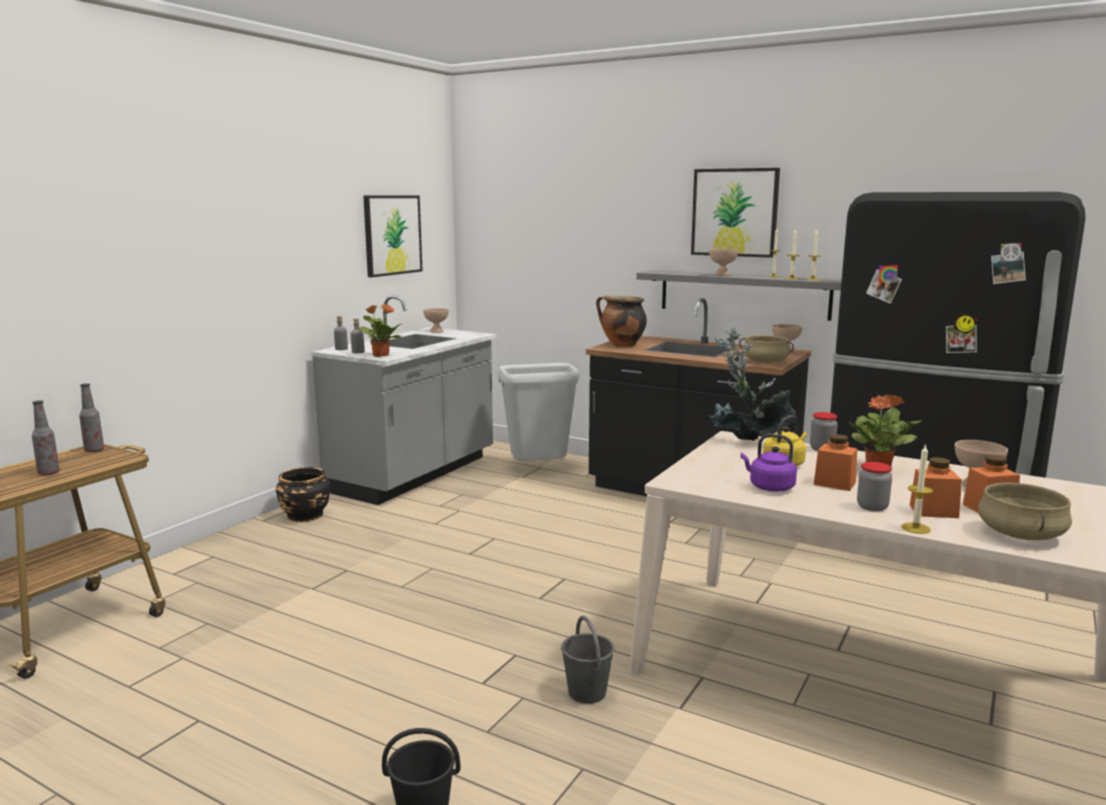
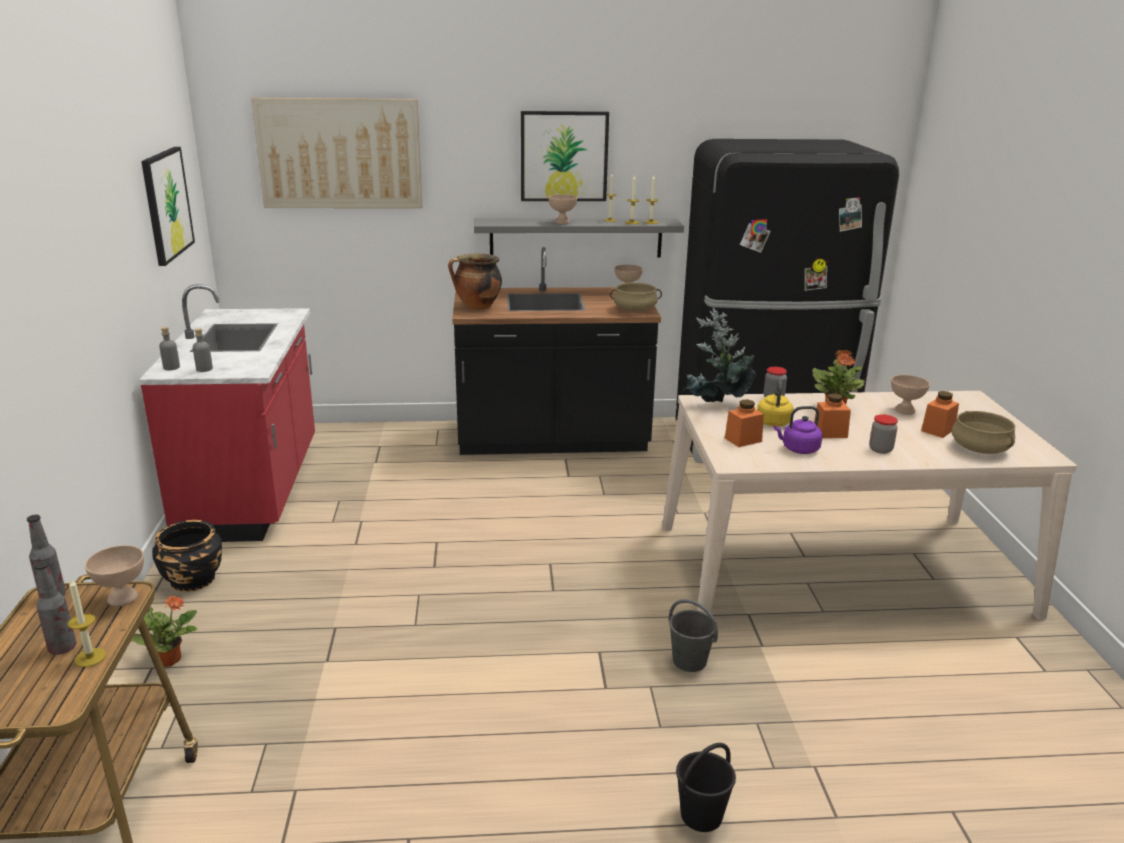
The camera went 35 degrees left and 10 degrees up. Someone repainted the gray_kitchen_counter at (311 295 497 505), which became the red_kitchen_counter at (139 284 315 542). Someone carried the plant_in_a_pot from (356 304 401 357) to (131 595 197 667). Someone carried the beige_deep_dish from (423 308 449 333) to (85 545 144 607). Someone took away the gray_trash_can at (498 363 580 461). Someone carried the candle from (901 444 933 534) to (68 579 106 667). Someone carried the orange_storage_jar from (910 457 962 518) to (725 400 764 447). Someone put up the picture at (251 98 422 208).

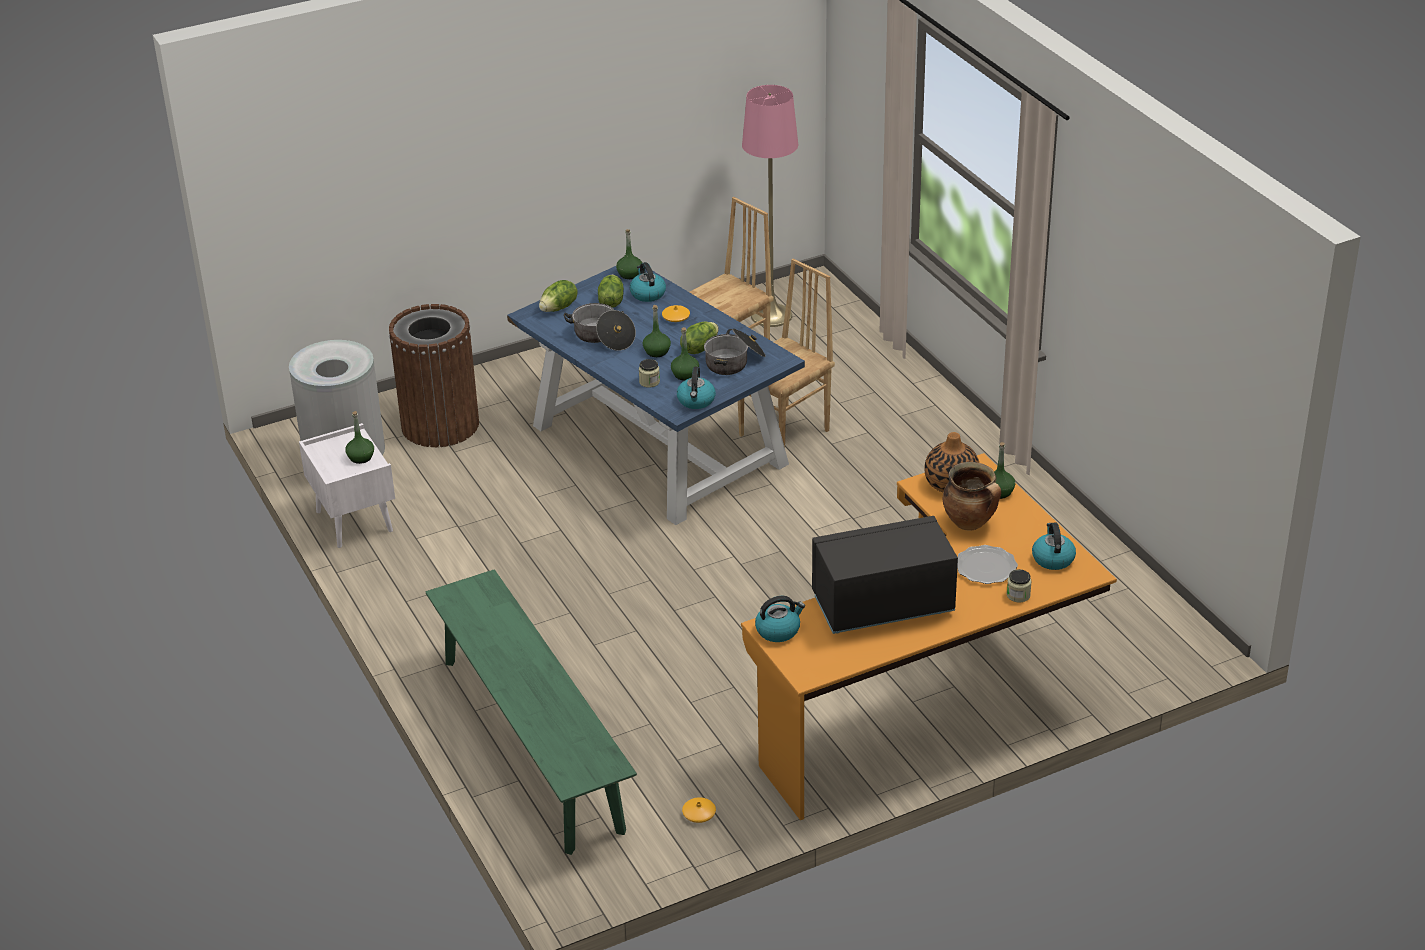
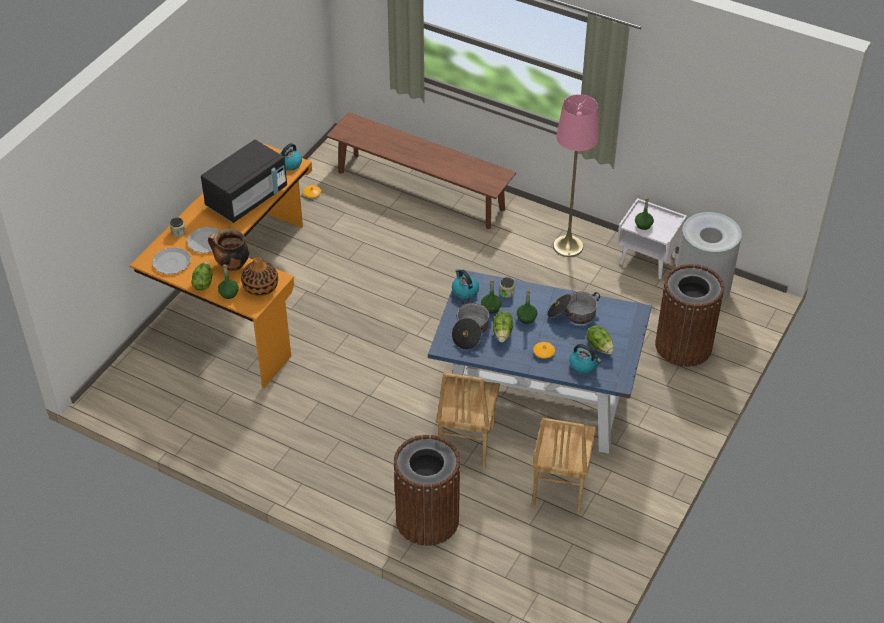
The camera went 145 degrees right and 10 degrees up. Someone repainted the green-coloured_indoor_bench at (426 569 637 855), which became the brownish_indoor_bench at (326 112 516 229). Someone carried the lettuce from (539 280 578 312) to (191 262 212 291). Someone took away the green-coloured_beverage_bottle at (616 229 642 279). Someone carried the pink_standard_lamp from (742 85 798 327) to (553 94 599 257). Someone swapped the kettle at (1032 523 1076 570) for the plate at (153 247 191 274). Someone put down the brownish_trash_can at (393 435 461 546).

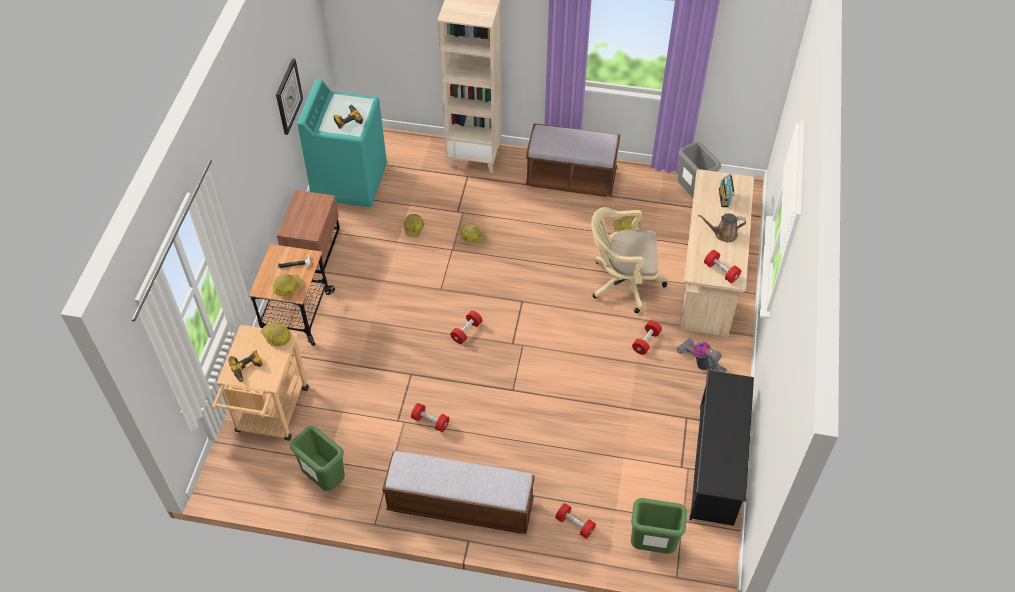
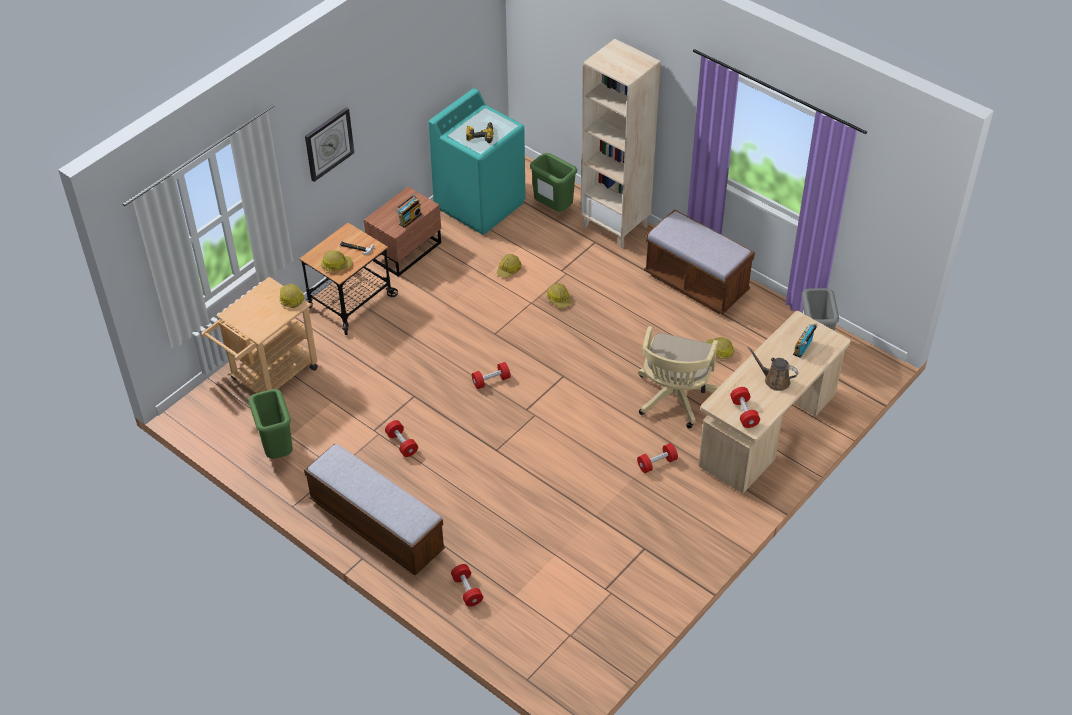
The camera went 30 degrees right and 5 degrees down. Someone took away the power_drill at (228 350 263 382). Someone carried the hanging_clock from (276 59 303 135) to (305 107 354 182). Someone rotated the beige_desk_chair at (591 207 667 313) by 105 degrees counterclockwise. Someone carried the green-coloured_trash_can from (631 498 687 554) to (530 153 577 212). Someone took away the vacuum_cleaner at (677 339 727 373). Someone took away the black_shoe_shelf at (689 370 754 526). Someone put down the radio at (395 194 422 228).

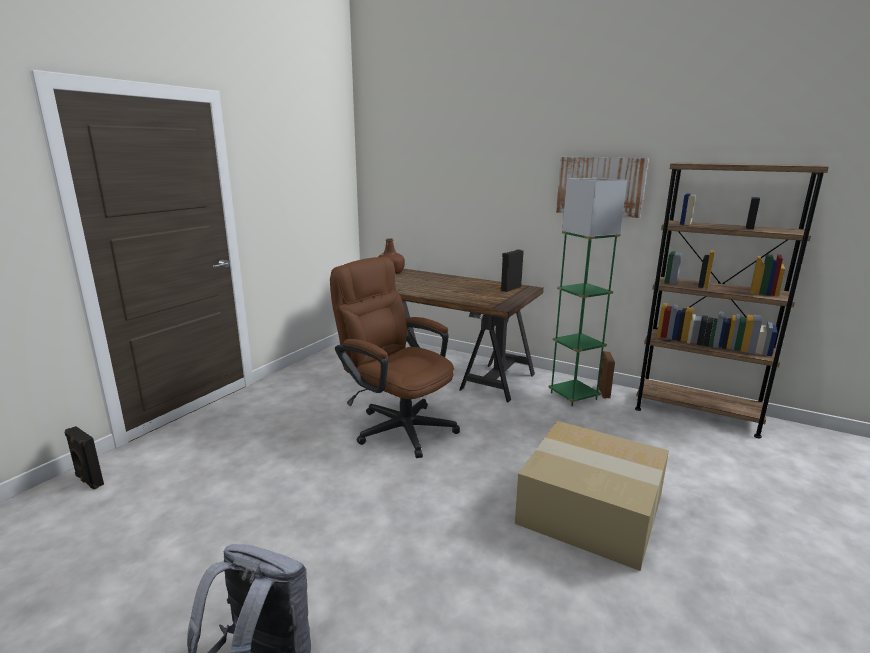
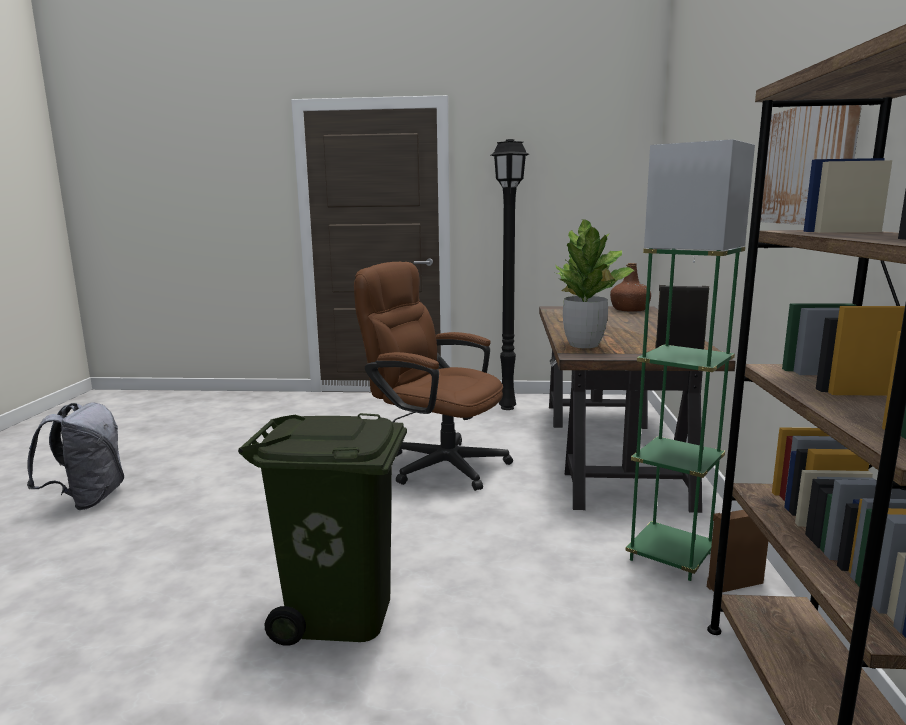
The camera went 65 degrees right and 5 degrees down. Someone took away the black_loudspeaker at (64 426 104 490). Someone rotated the brownish_desk_chair at (330 257 460 458) by 75 degrees counterclockwise. Someone swapped the carton at (515 421 669 571) for the green-coloured_trash_can at (238 413 407 646). Someone put down the black_standard_lamp at (491 139 529 410). Someone put down the plant_in_a_pot at (553 219 634 348).

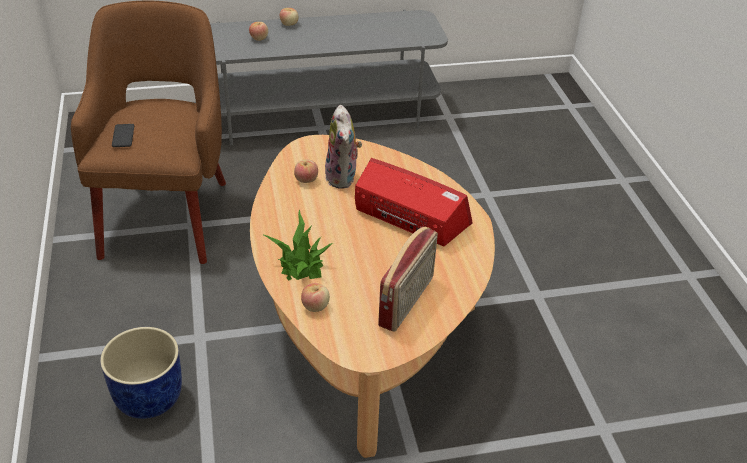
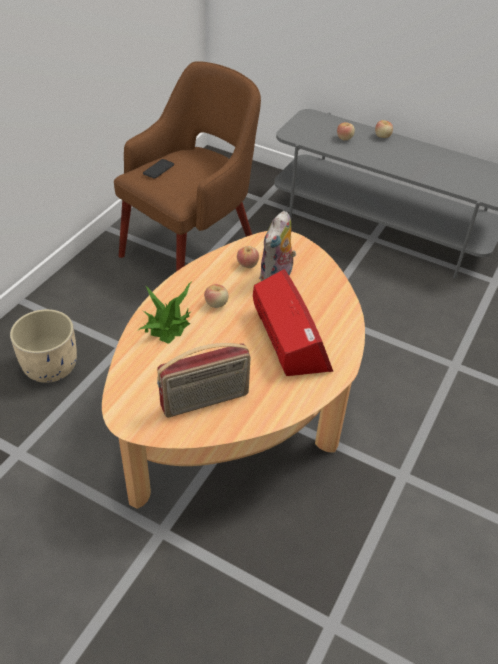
The camera went 40 degrees right and 5 degrees up. Someone repainted the blue_planter at (100 327 182 419), which became the beige_planter at (10 309 77 383). Someone carried the whole_apple from (301 283 330 312) to (204 284 228 308).

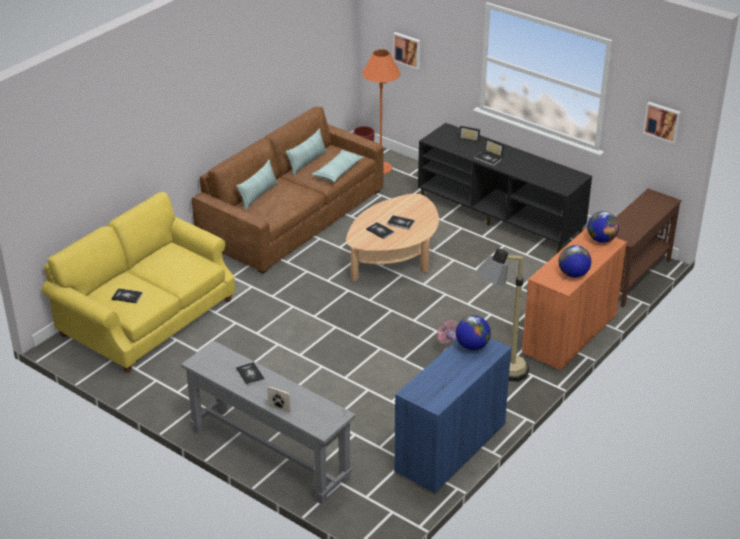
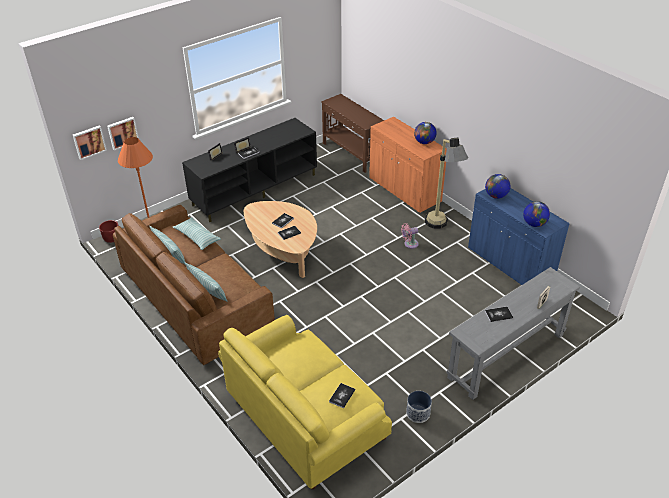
The camera went 75 degrees left and 5 degrees up. Someone carried the world_globe from (587 211 619 243) to (523 201 550 227). Someone carried the picture from (643 102 681 144) to (73 125 107 160). Someone put down the planter at (406 391 432 423).

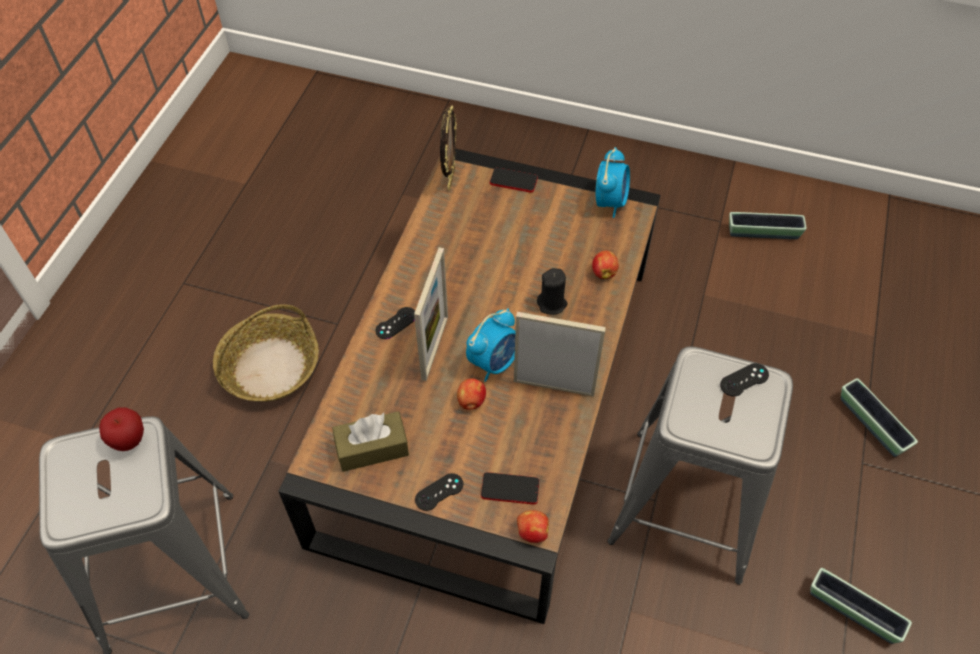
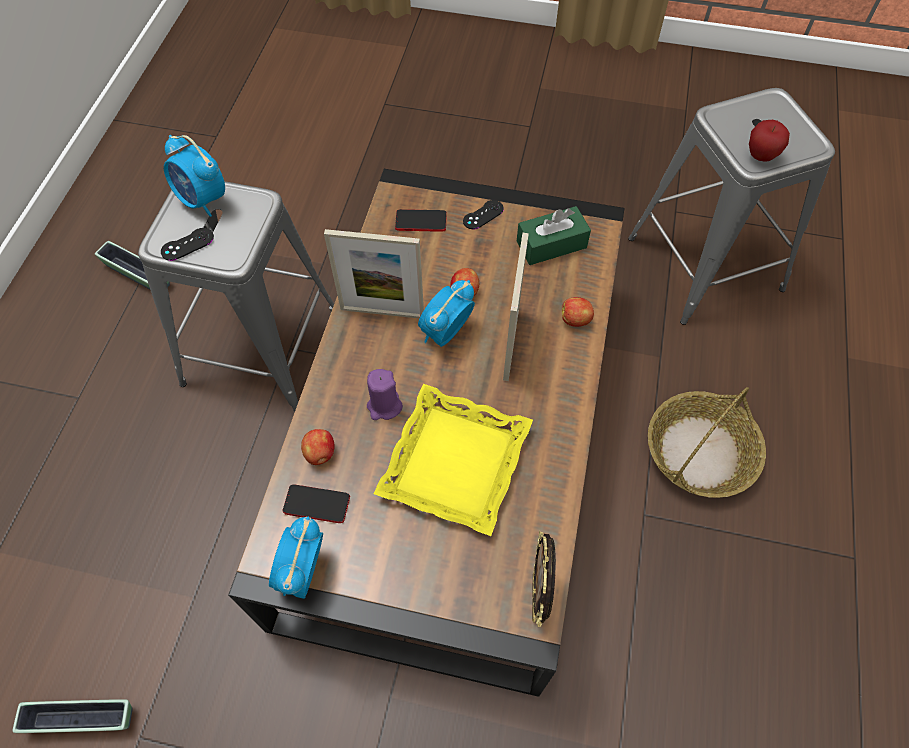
The camera went 175 degrees right and 5 degrees up. Someone repainted the brownish_tissue_box at (332 411 409 472), which became the green-coloured_tissue_box at (517 206 591 265). Someone took away the black_joypad at (375 307 415 339). Someone carried the telephone from (490 168 538 193) to (282 484 350 523). Someone carried the whole_apple from (517 510 549 543) to (562 297 594 327). Someone repainted the black_candle at (537 268 568 315), which became the purple_candle at (367 369 403 420). Someone took away the planter at (841 378 918 457). Someone put down the table_clock at (164 135 225 217). Someone put down the yellow-coloured_tray at (374 384 533 536).

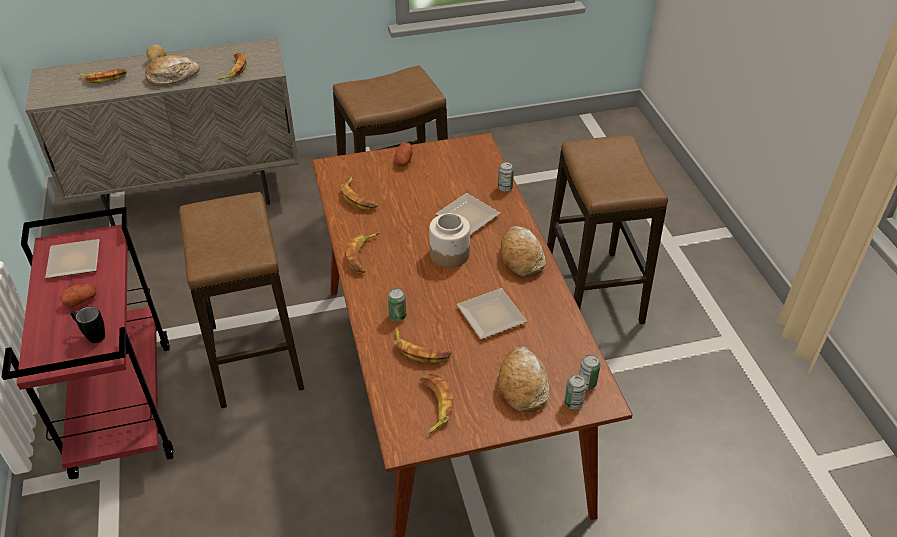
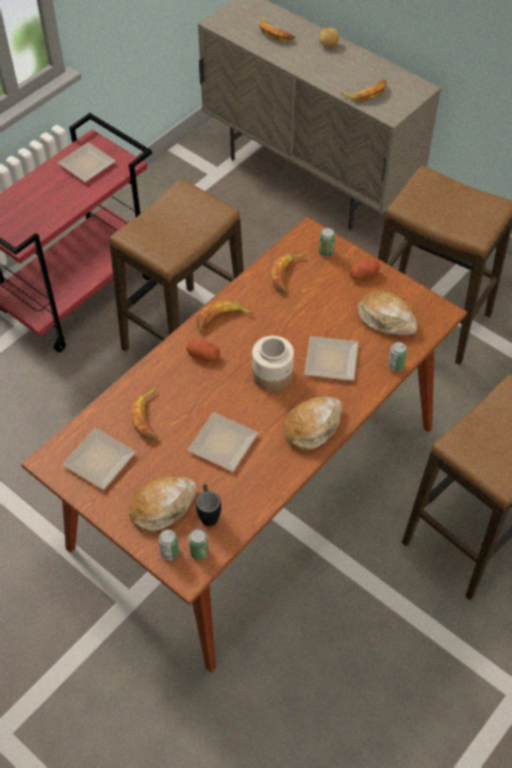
The camera went 55 degrees right and 10 degrees up. Someone carried the whole_potato from (60 284 96 307) to (186 339 220 361). Someone carried the black_tea_mug from (71 306 105 343) to (196 484 221 526). Someone carried the bakery_bread from (145 55 200 86) to (357 291 418 335). Someone carried the sealed_can from (388 288 406 321) to (319 228 335 257). Someone swapped the whole_banana at (420 374 453 434) for the plate at (62 428 136 490).

